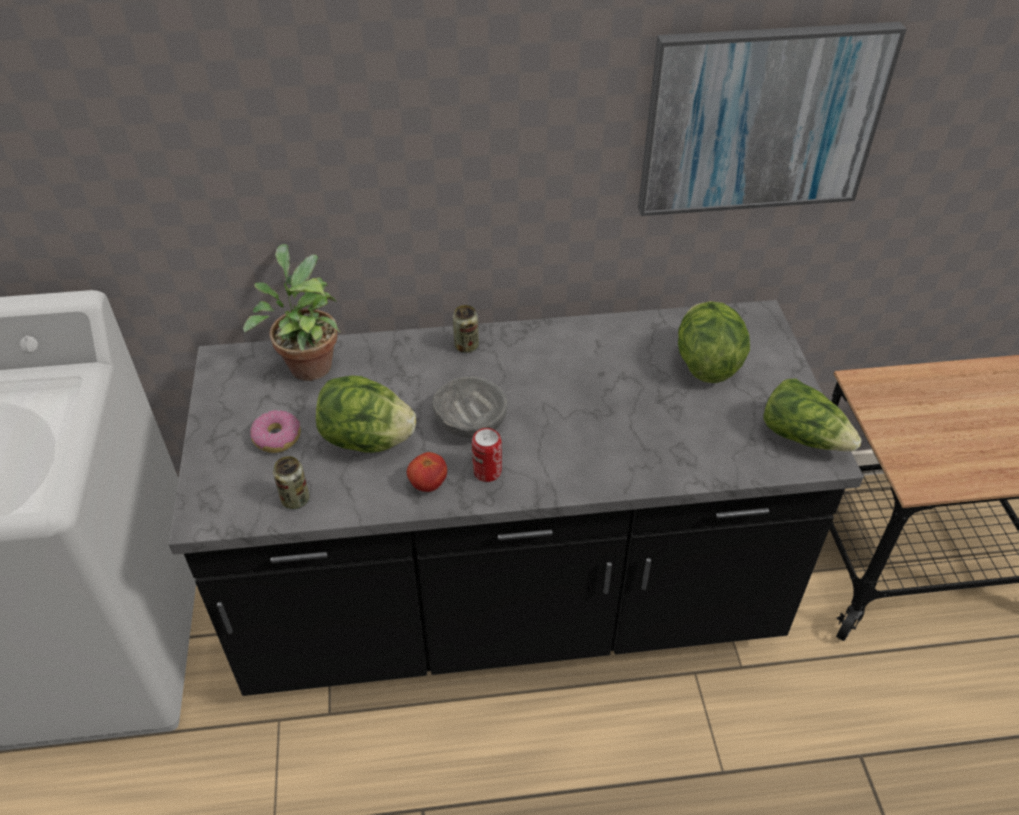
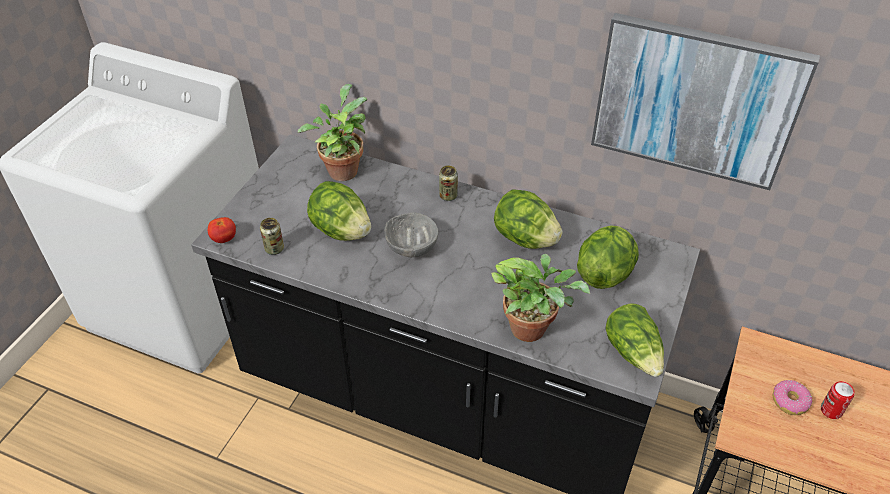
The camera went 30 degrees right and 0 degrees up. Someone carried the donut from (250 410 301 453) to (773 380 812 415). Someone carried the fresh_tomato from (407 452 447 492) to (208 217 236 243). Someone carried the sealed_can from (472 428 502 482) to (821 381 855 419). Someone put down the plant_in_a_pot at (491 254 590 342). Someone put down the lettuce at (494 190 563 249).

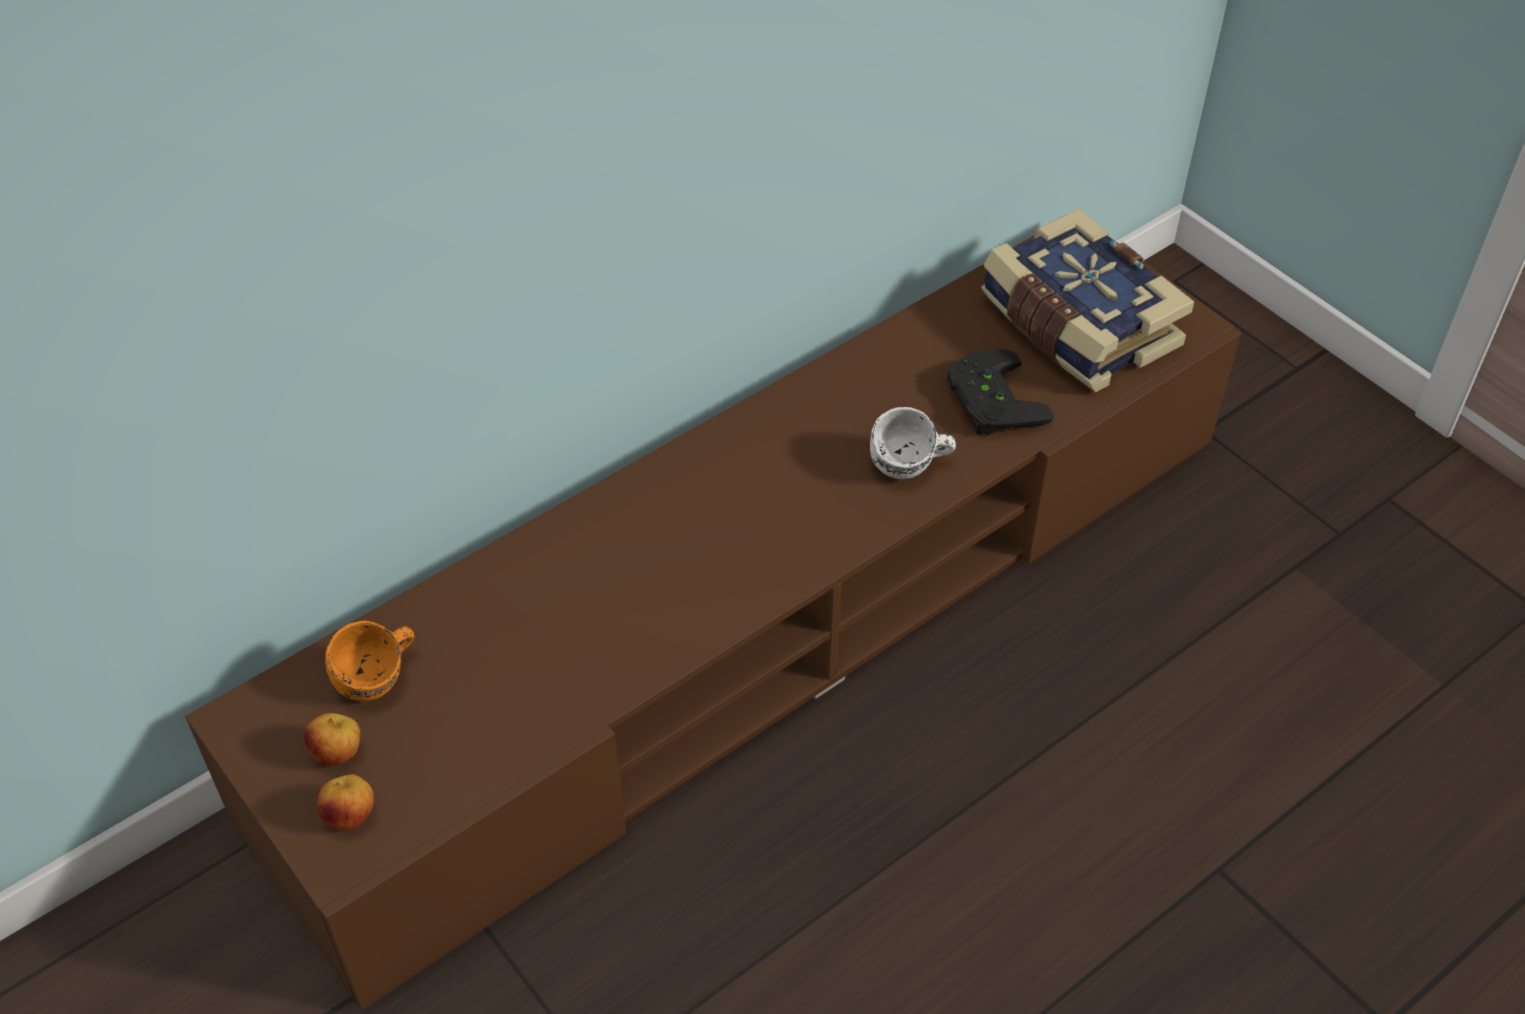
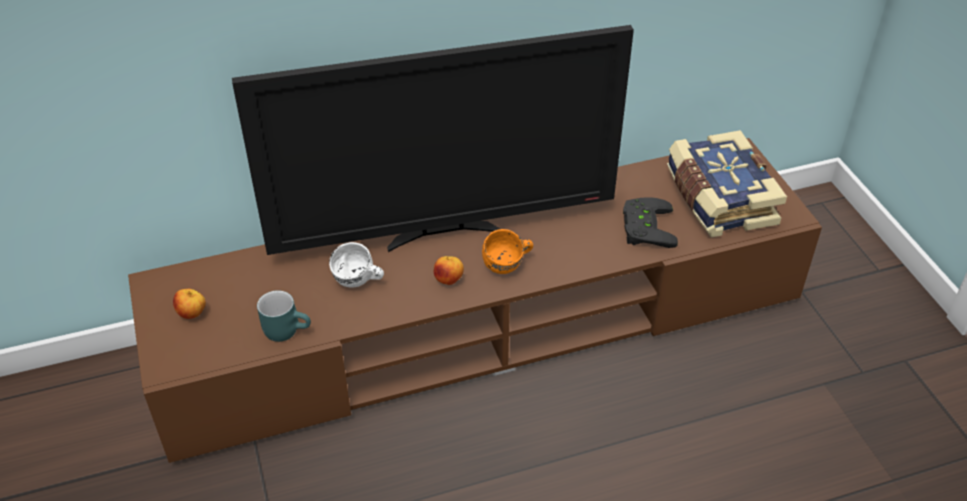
The camera went 20 degrees right and 5 degrees down. Someone carried the whole_apple from (317 774 374 830) to (434 256 464 285). Someone carried the orange_tea_mug from (325 621 415 701) to (482 229 533 274). Someone carried the whitish_tea_mug from (870 407 956 479) to (329 242 384 288). Someone put down the TV_set at (232 25 634 255). Someone put down the turquoise-coloured_tea_mug at (257 290 311 342).

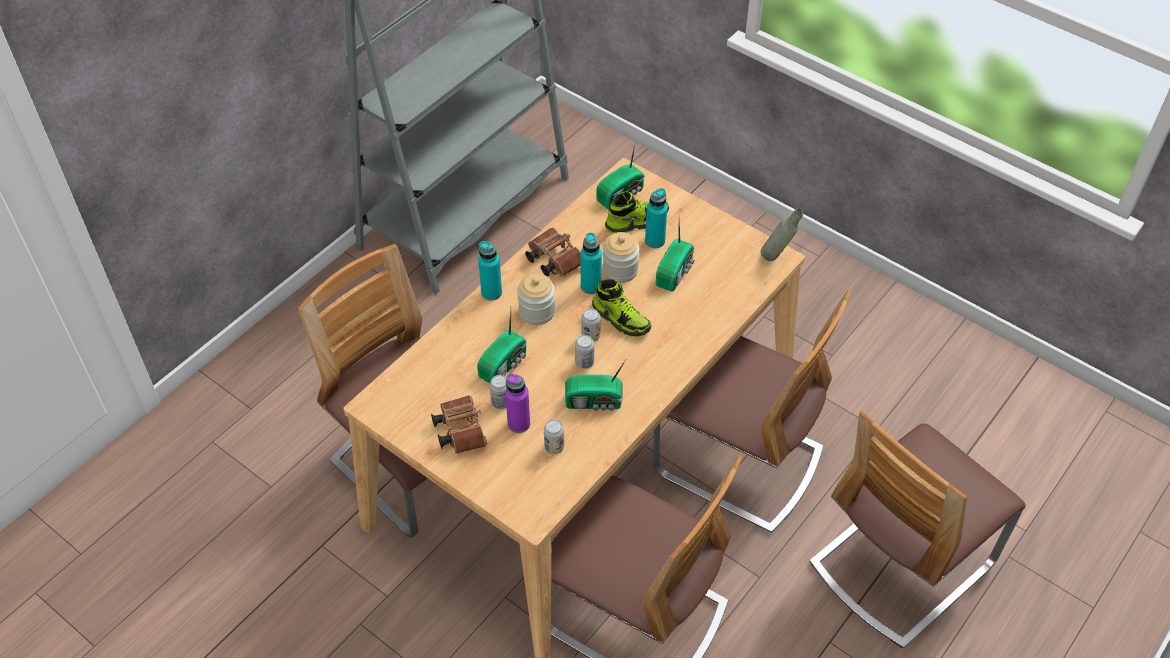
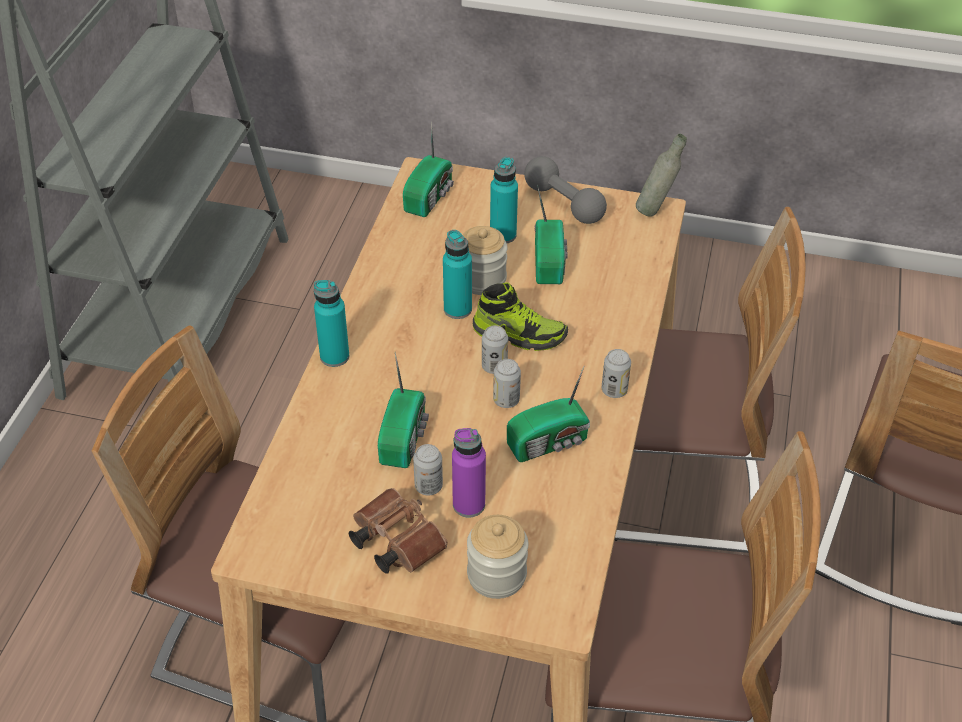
The camera went 25 degrees left and 5 degrees down. Someone carried the storage_jar from (517 273 555 325) to (467 515 528 599). Someone took away the brownish_pair_of_binoculars at (525 228 581 277). Someone carried the sealed_can from (544 419 564 454) to (602 349 631 398). Someone took away the item_of_footwear at (605 191 669 233). Someone put down the gray_dumbbell at (524 156 607 224).

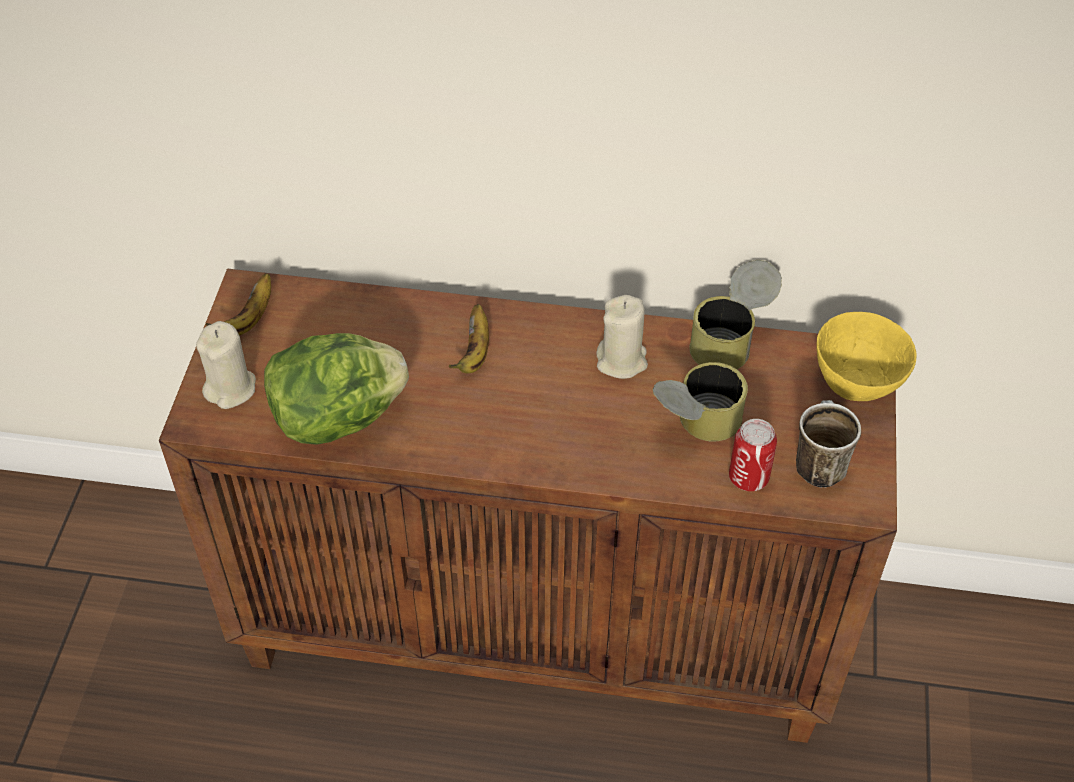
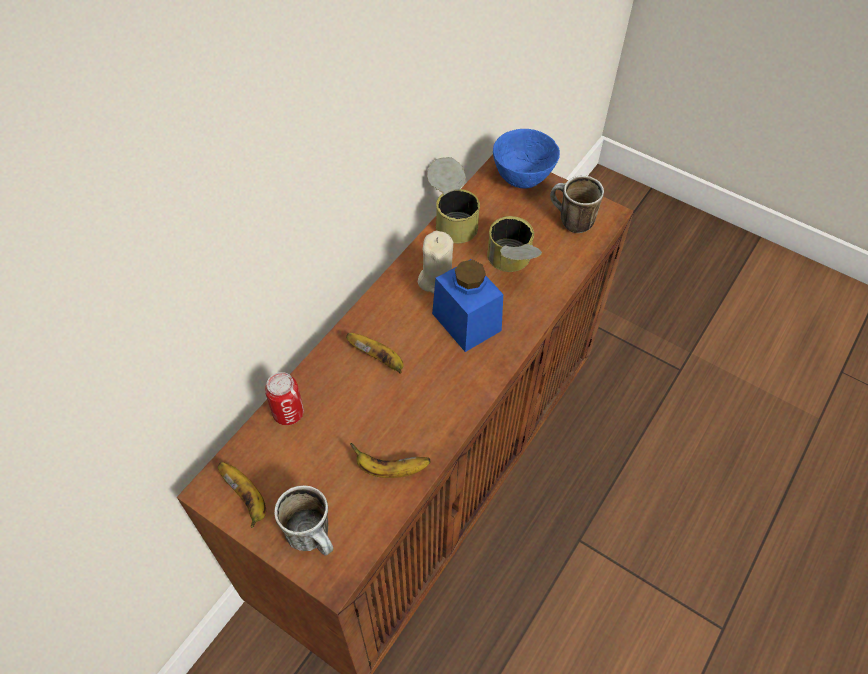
The camera went 65 degrees left and 5 degrees up. Someone swapped the beige_candle at (196 321 256 409) for the tea_mug at (274 485 333 556). Someone swapped the lettuce at (264 333 409 445) for the whole_banana at (350 443 430 478). Someone carried the sealed_can from (729 419 777 491) to (265 372 304 425). Someone repainted the yellow-coloured_deep_dish at (816 312 917 401), which became the blue_deep_dish at (493 129 560 189). Someone put down the blue_storage_jar at (432 259 503 352).

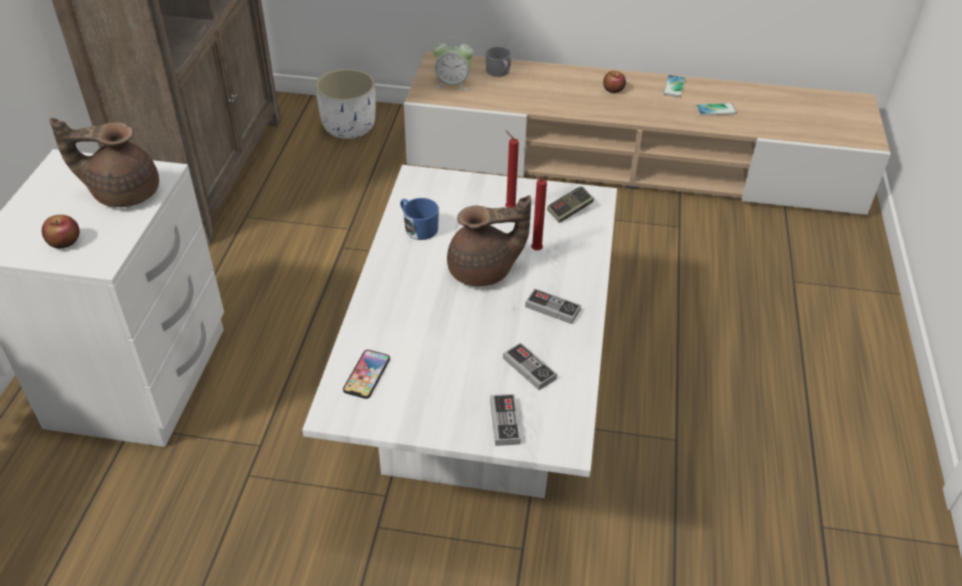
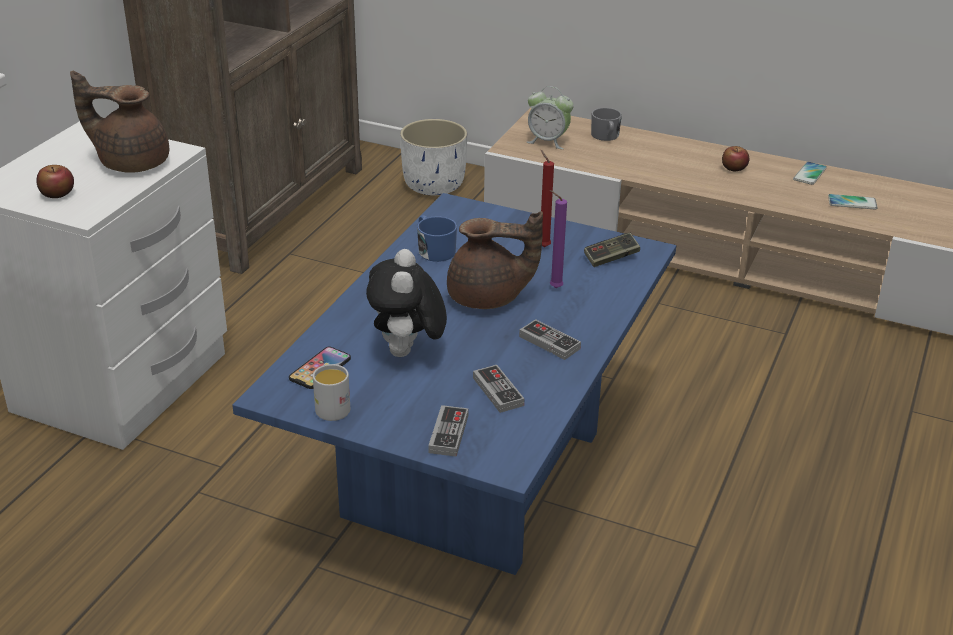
The camera went 15 degrees right and 10 degrees down. Someone repainted the whitish_coffee_table at (302 165 617 498), which became the blue_coffee_table at (232 193 676 575). Someone repainted the red_candle at (531 174 547 250), which became the purple_candle at (550 190 567 288). Someone put down the whitish_tea_mug at (313 364 350 421). Someone put down the soft_toy at (366 249 447 357).

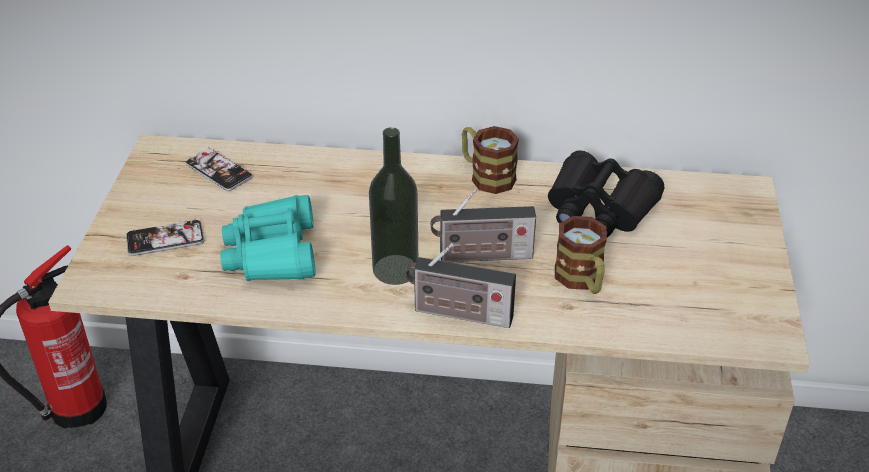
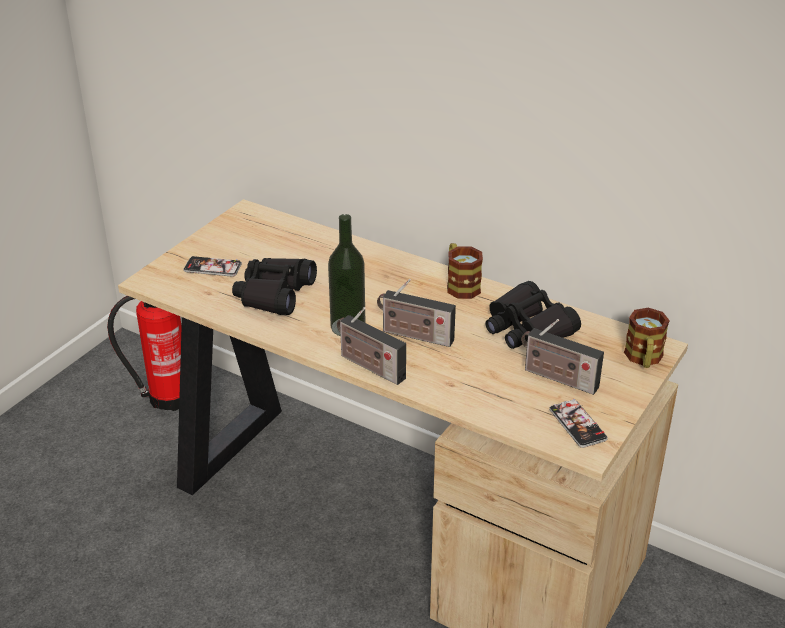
The camera went 25 degrees right and 5 degrees down. Someone carried the telephone from (186 147 253 191) to (549 399 608 448). Someone repainted the turquoise-coloured_pair_of_binoculars at (220 195 315 281), which became the black_pair_of_binoculars at (232 258 317 315). Someone carried the tea_mug from (555 216 607 294) to (624 308 670 368). Someone put down the radio at (521 319 604 395).

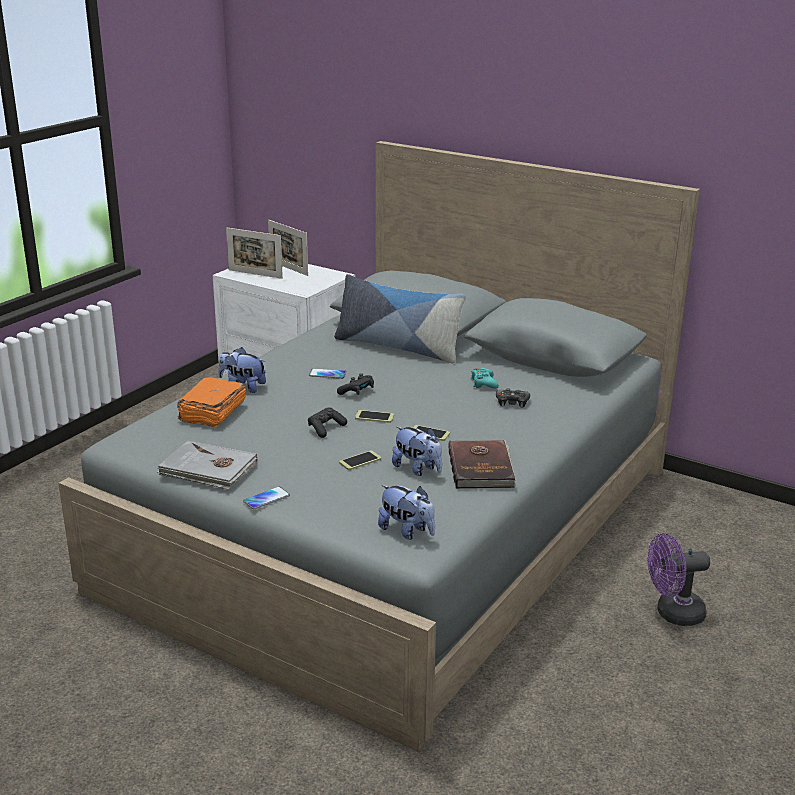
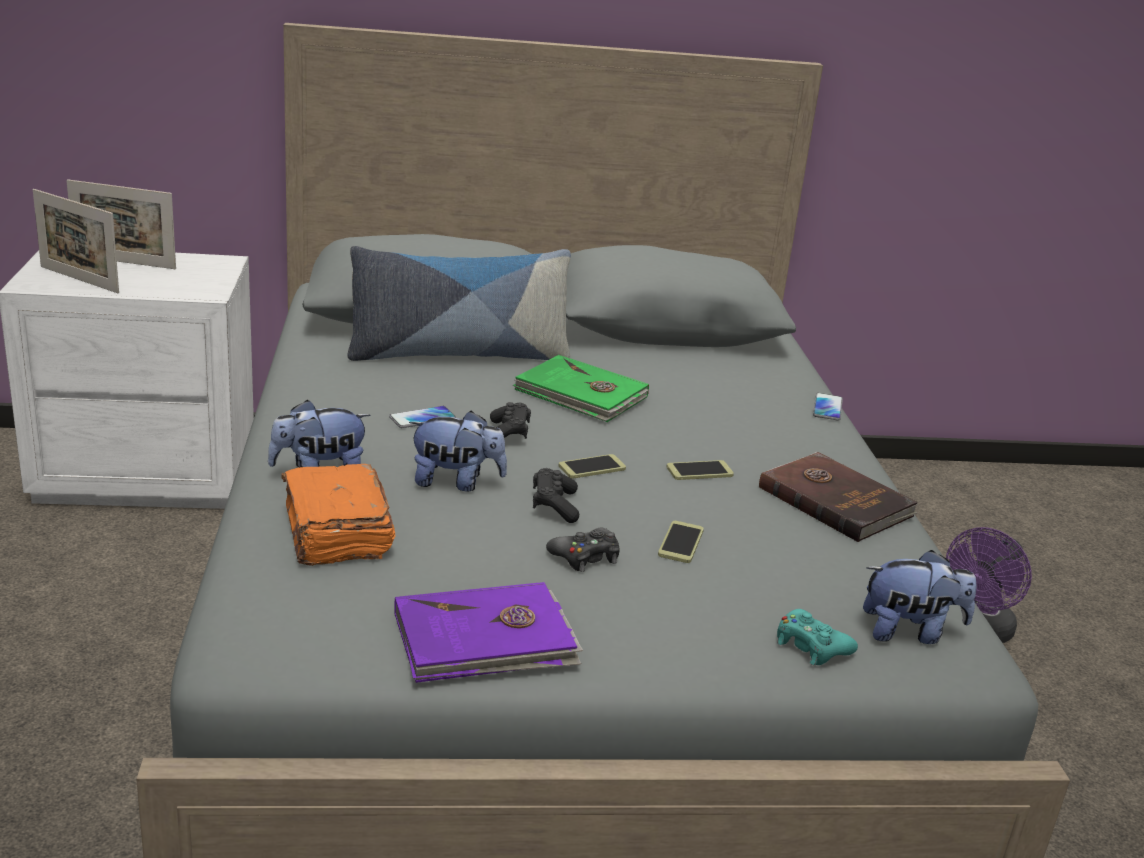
The camera went 40 degrees left and 0 degrees up. Someone repainted the gray_bound_book at (158 441 257 490), which became the purple_bound_book at (394 582 583 683). Someone rotated the photo_frame at (226 227 283 279) by 45 degrees clockwise. Someone carried the telephone from (243 487 290 509) to (813 393 843 421). Someone carried the soft_toy from (392 426 442 476) to (409 410 507 492). Someone carried the turquoise-coloured_joypad from (470 368 499 388) to (777 609 858 665). Someone carried the black_joypad from (496 388 530 408) to (546 528 619 572). Someone put down the green-coloured_bound_book at (513 355 649 422).

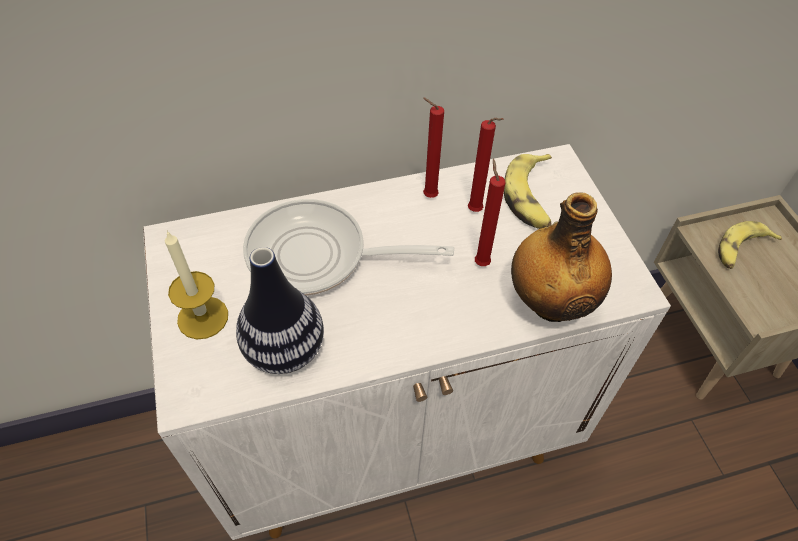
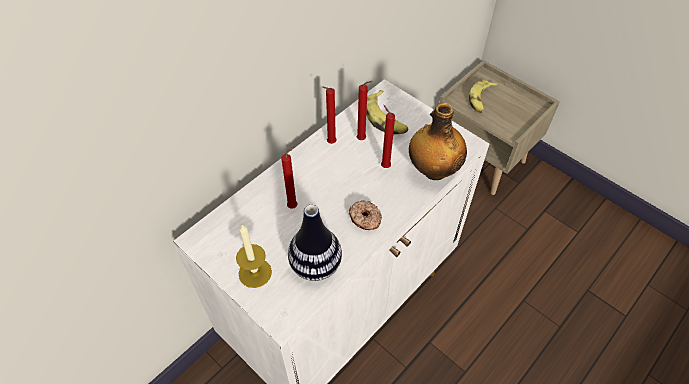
The camera went 30 degrees left and 0 degrees up. Someone swapped the frying_pan at (243 199 454 296) for the red_candle at (281 147 298 209). Someone put down the donut at (349 200 382 230).

